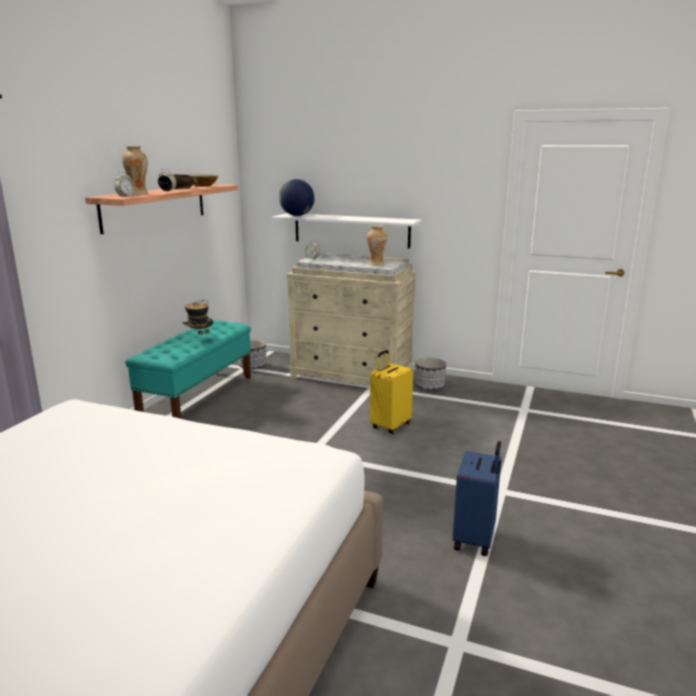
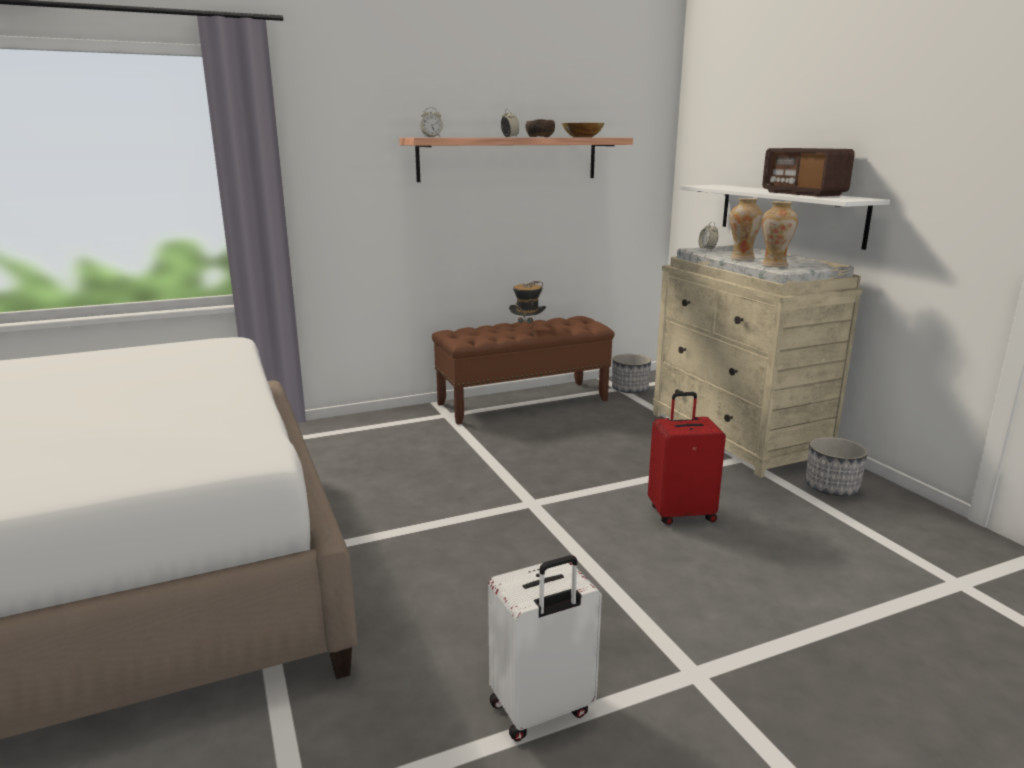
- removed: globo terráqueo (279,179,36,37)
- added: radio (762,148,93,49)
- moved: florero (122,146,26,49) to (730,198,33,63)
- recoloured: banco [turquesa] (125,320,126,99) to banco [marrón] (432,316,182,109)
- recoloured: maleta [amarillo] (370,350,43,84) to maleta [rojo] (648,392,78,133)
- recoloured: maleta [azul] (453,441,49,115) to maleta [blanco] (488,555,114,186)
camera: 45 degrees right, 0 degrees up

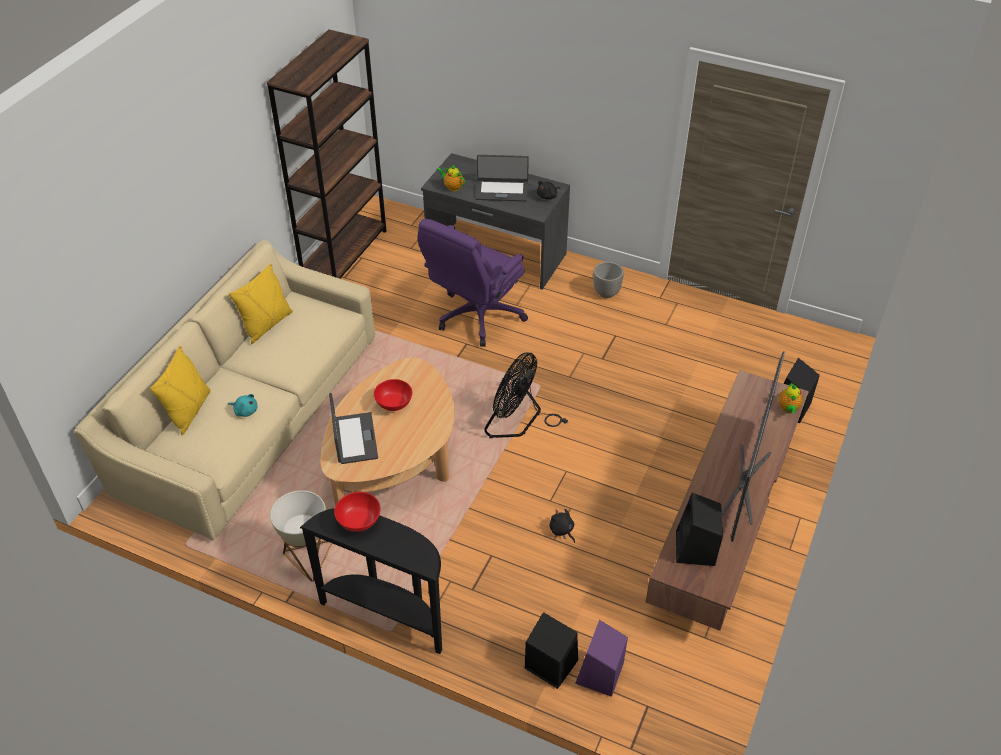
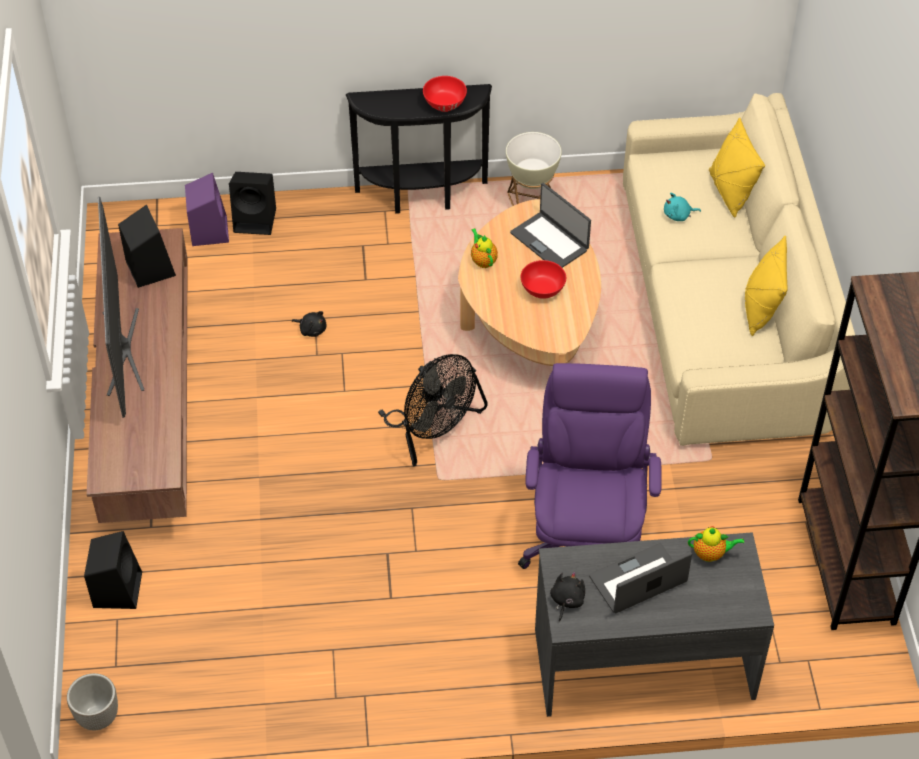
- moved: maceta (593,262,31,36) to (67,673,51,57)
- moved: tetera (779,382,24,32) to (471,228,27,40)
- turned: ventilador [negro] (484,353,84,85) = (378,354,110,112) 45 degrees clockwise
camera: 150 degrees right, 5 degrees up

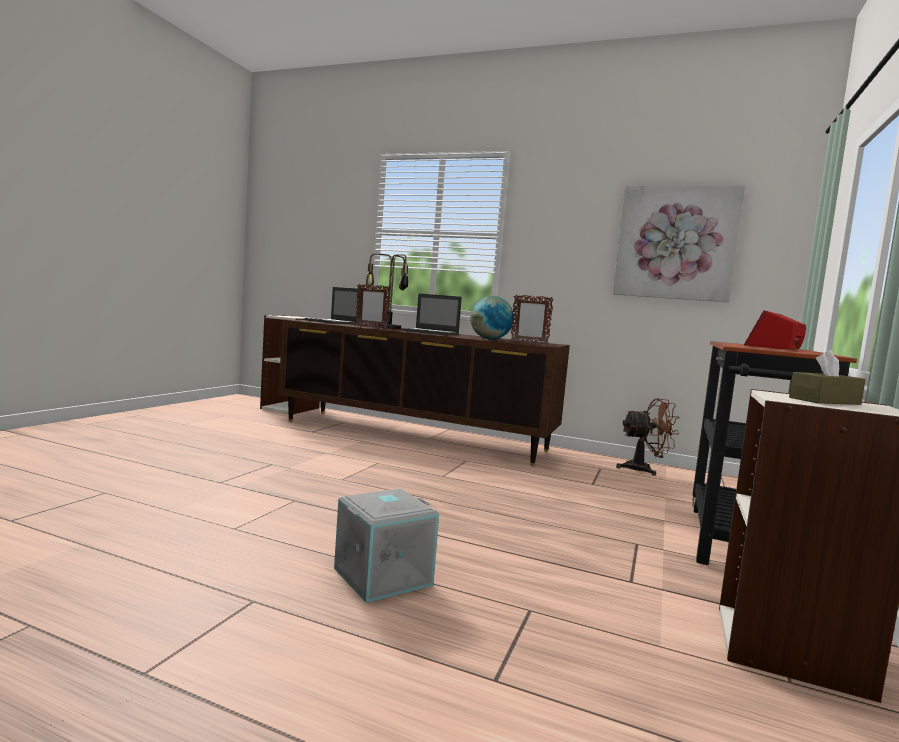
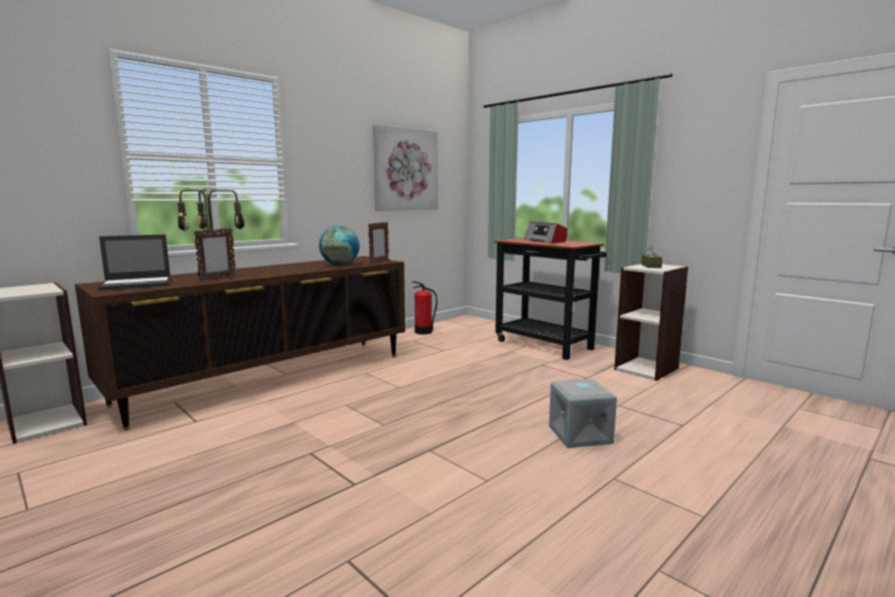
- removed: portátil (402,293,60,42)
- replaced: ventilador [marrón] (616,398,64,78) to extintor (412,281,25,54)
camera: 65 degrees left, 5 degrees up

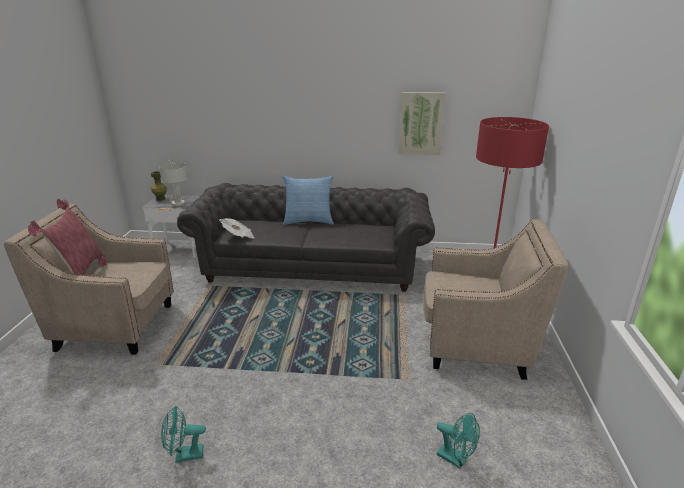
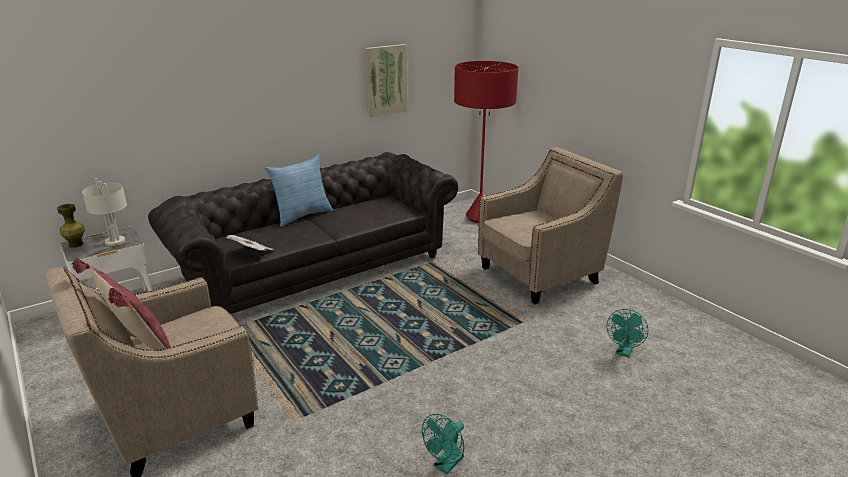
- turned: ventilador [turquesa] (437,413,43,56) = (607,309,41,48) 120 degrees clockwise
camera: 40 degrees left, 0 degrees up

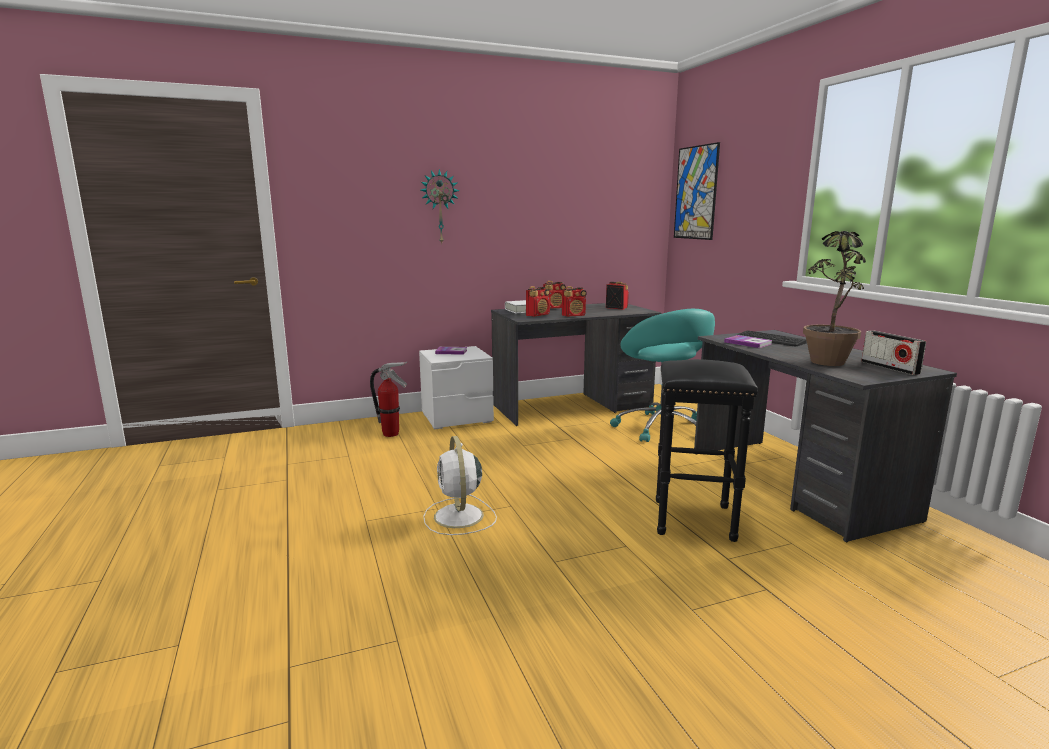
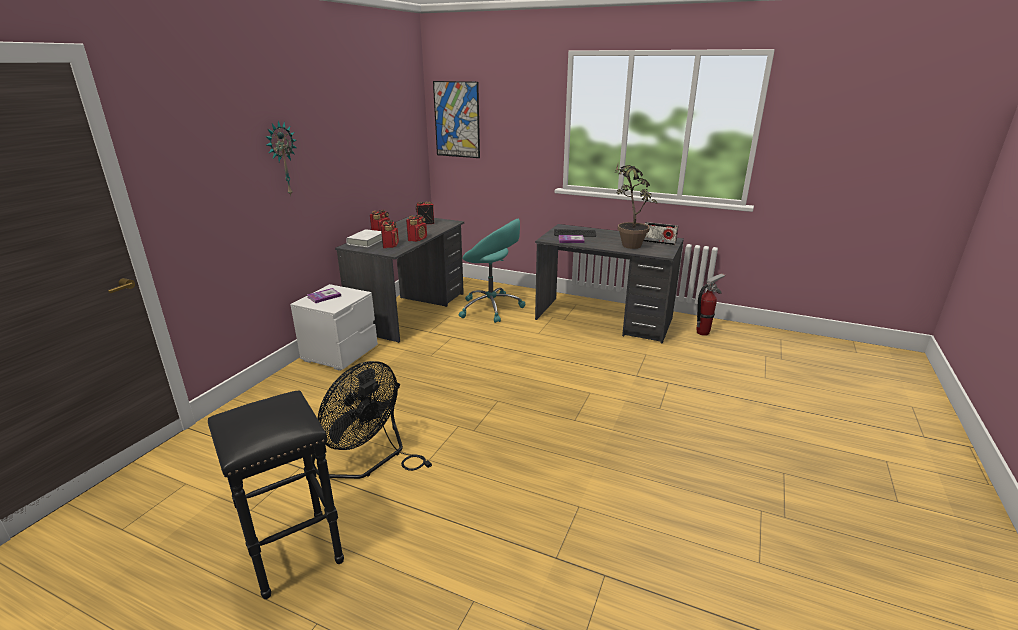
- removed: ventilador [blanco] (423,436,74,99)
- added: ventilador [negro] (312,361,120,118)
- moved: extintor (370,362,37,75) to (696,273,29,63)
- moved: taburete [negro] (656,359,102,183) to (208,391,136,208)
camera: 45 degrees left, 10 degrees up

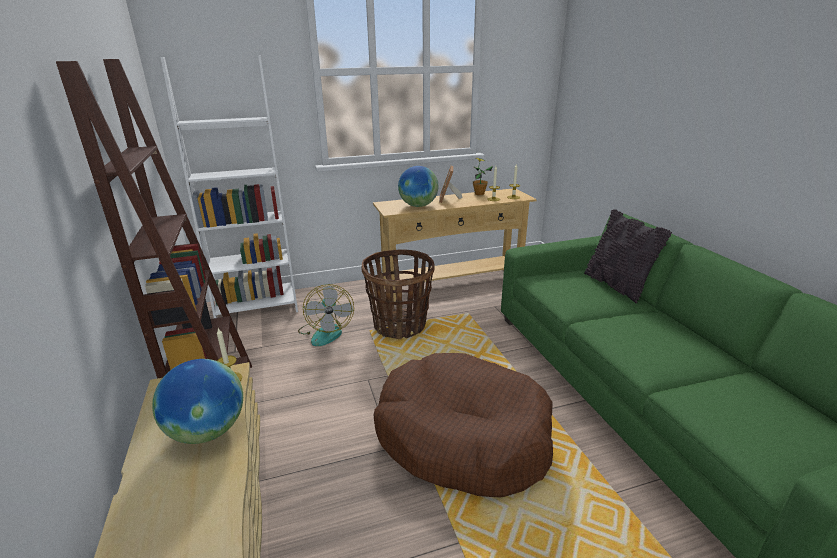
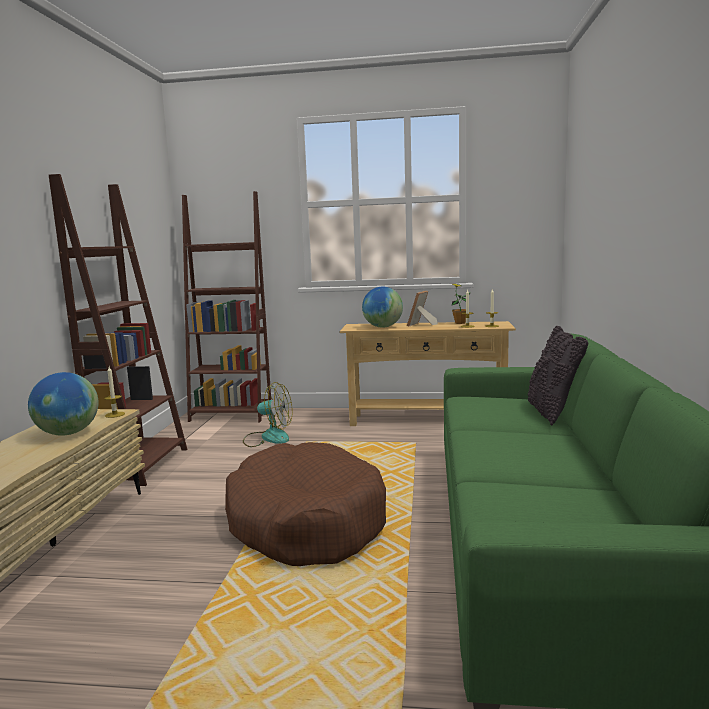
- removed: cesta (361,250,73,89)
- recoloured: estantería [blanco] (160,56,138,262) to estantería [marrón] (182,191,89,231)
- turned: ventilador (298,284,56,62) = (243,382,50,65) 90 degrees counterclockwise
camera: 25 degrees right, 15 degrees down

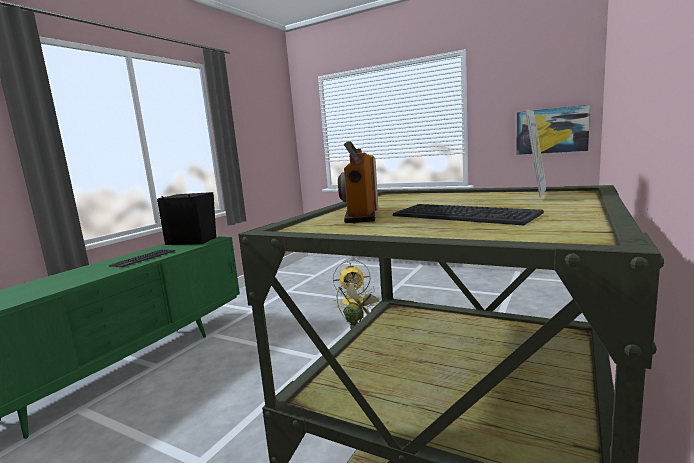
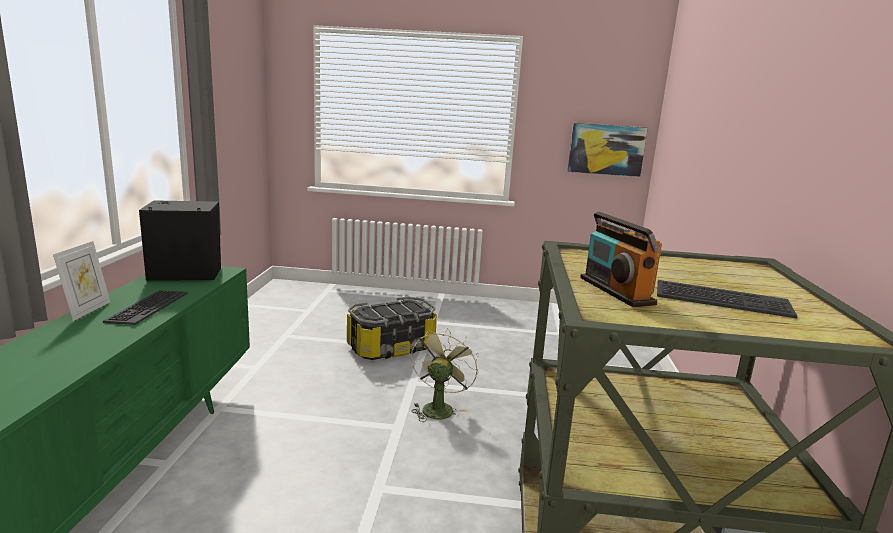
- moved: portarretratos (525,109,21,89) to (53,241,57,80)
- replaced: ventilador [amarillo] (333,260,37,48) to caja de almacenaje (347,296,90,64)
camera: 25 degrees left, 5 degrees up

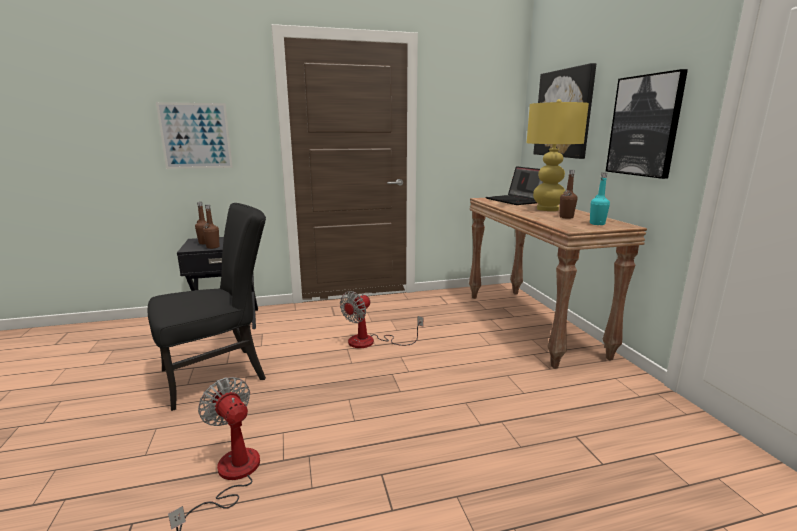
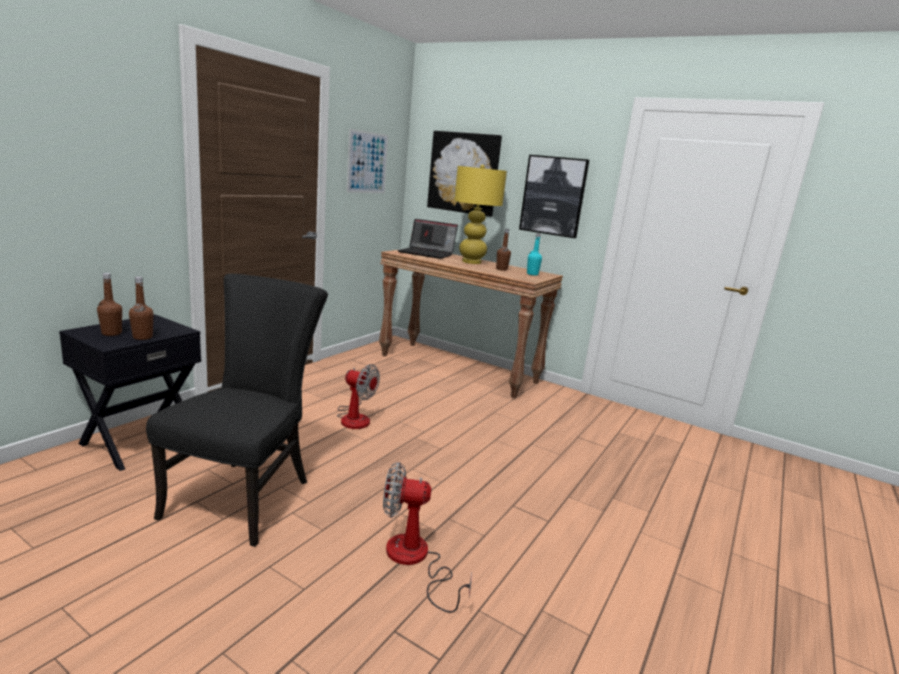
- moved: cuadro (156,102,77,67) to (346,129,42,64)
- turned: ventilador (340,291,83,57) = (337,364,43,65) 60 degrees counterclockwise
camera: 45 degrees left, 0 degrees up

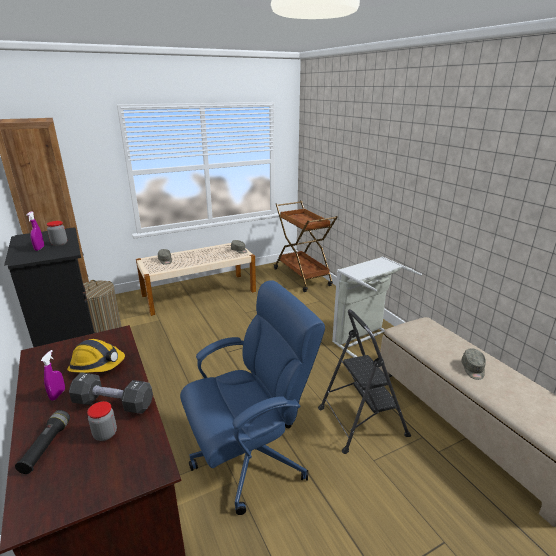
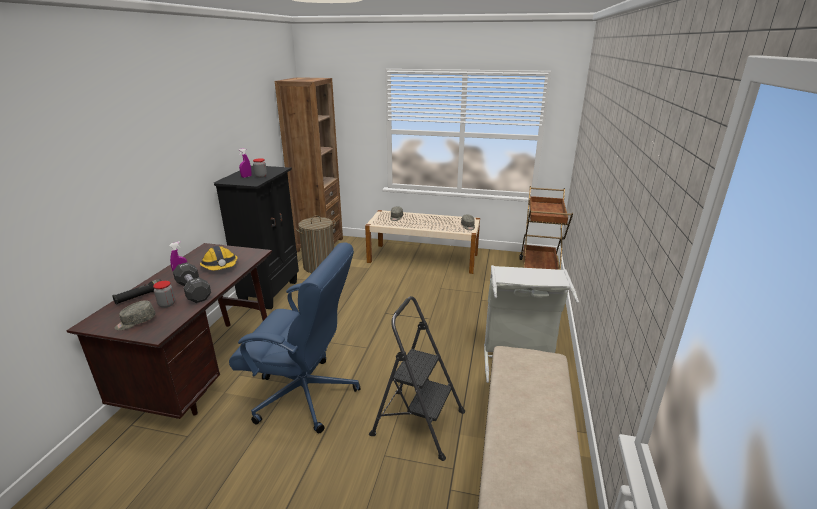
- moved: gorra [gris] (461,348,25,32) to (114,300,42,30)
camera: 40 degrees right, 0 degrees up

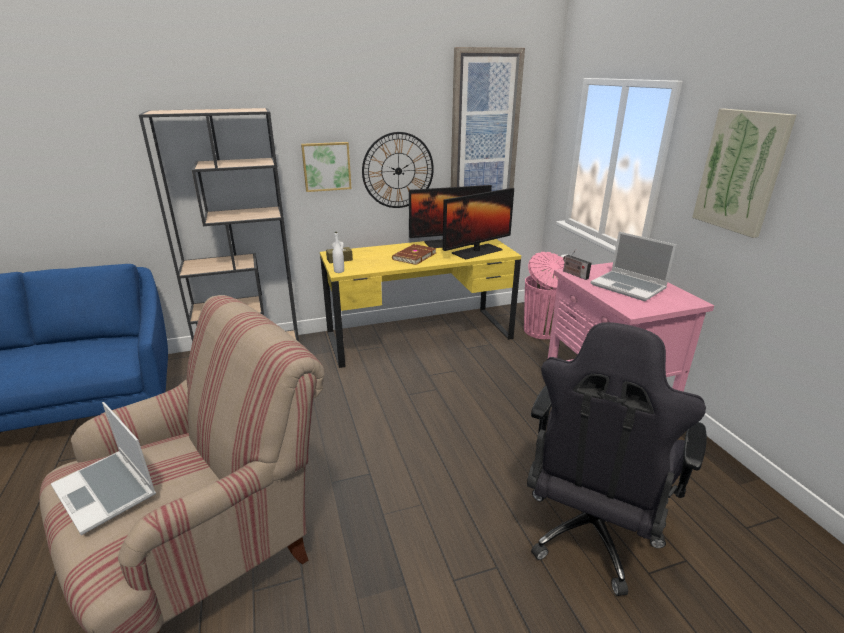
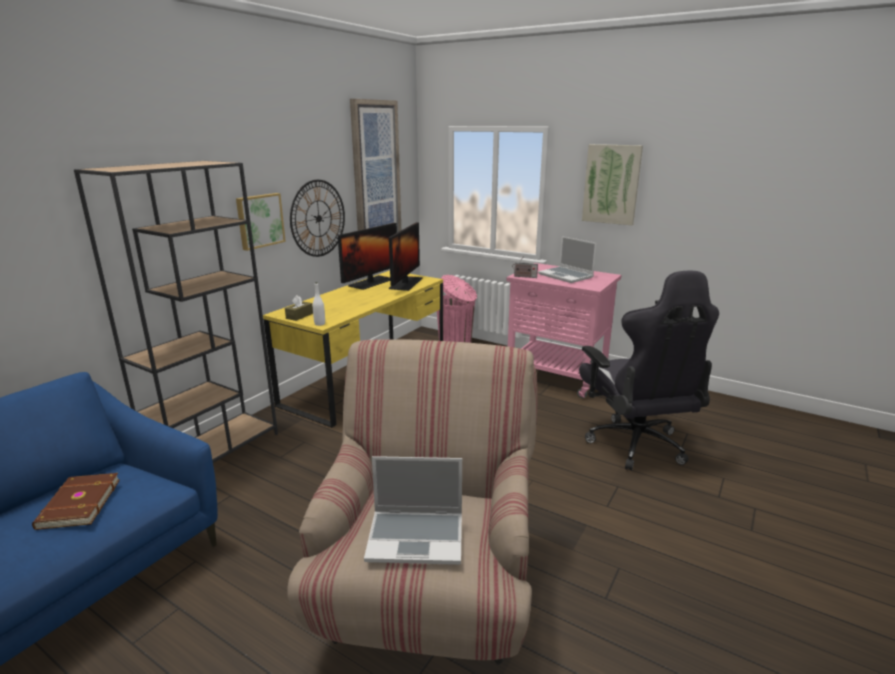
- moved: libro [marrón] (392,244,45,21) to (32,473,88,57)
- turned: portátil (591,232,85,69) = (538,236,59,47) 45 degrees clockwise
camera: 40 degrees left, 5 degrees down

